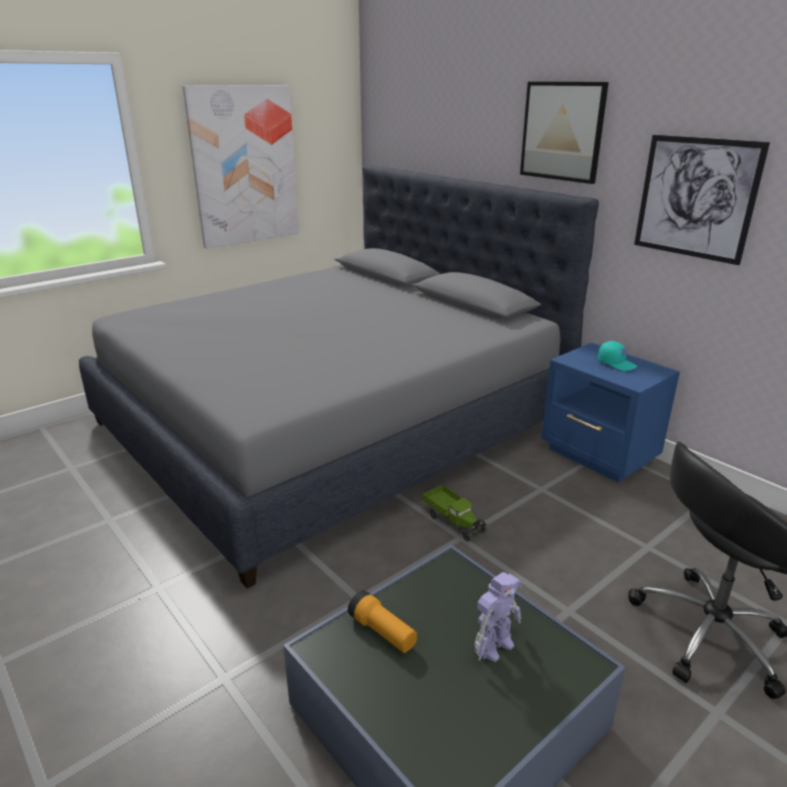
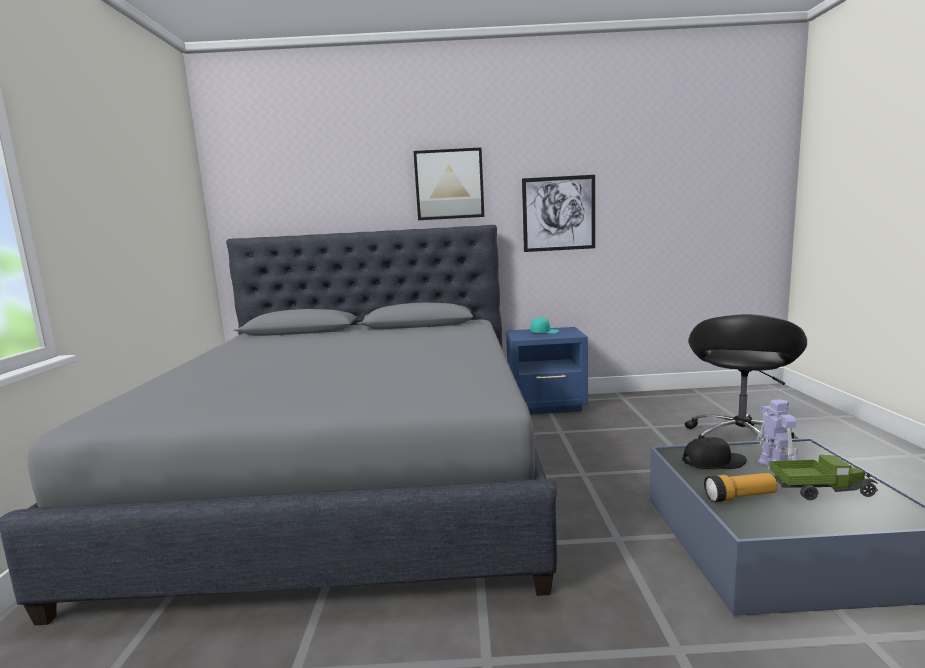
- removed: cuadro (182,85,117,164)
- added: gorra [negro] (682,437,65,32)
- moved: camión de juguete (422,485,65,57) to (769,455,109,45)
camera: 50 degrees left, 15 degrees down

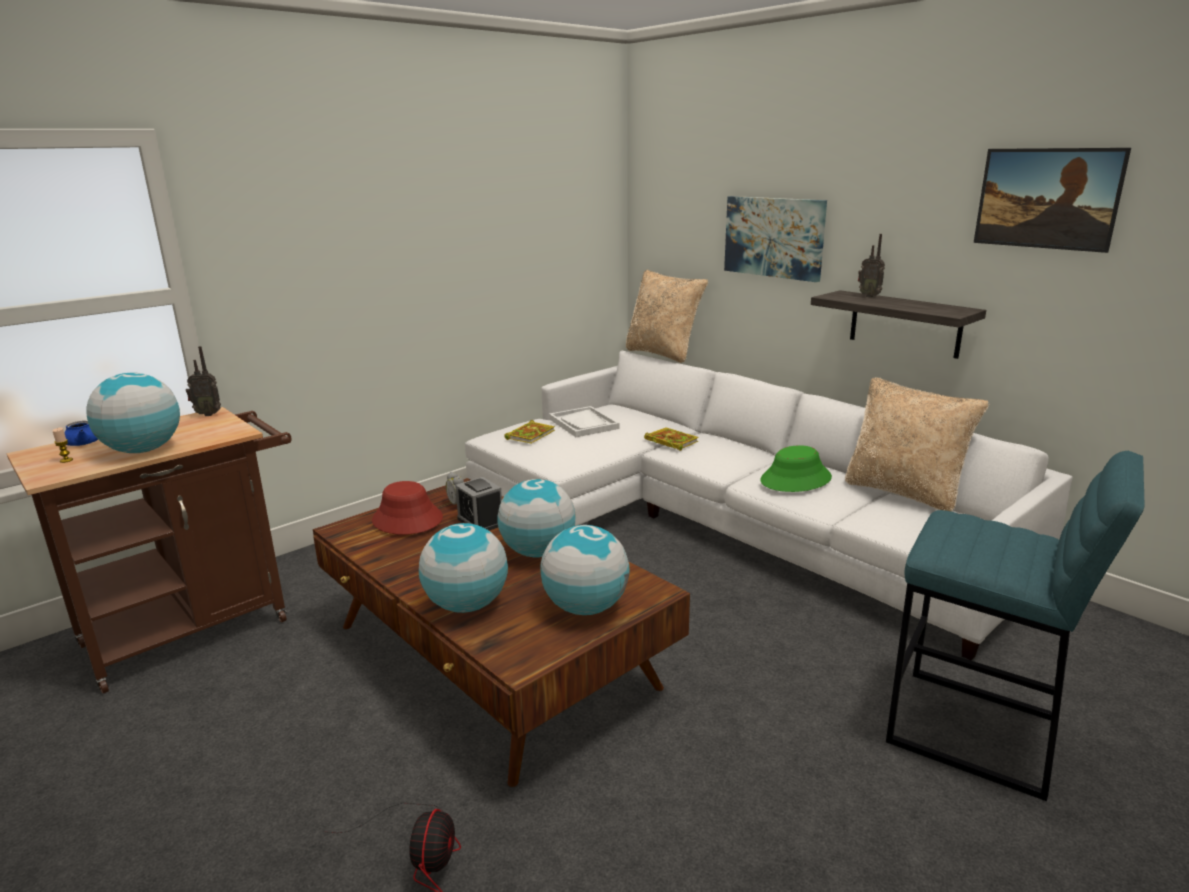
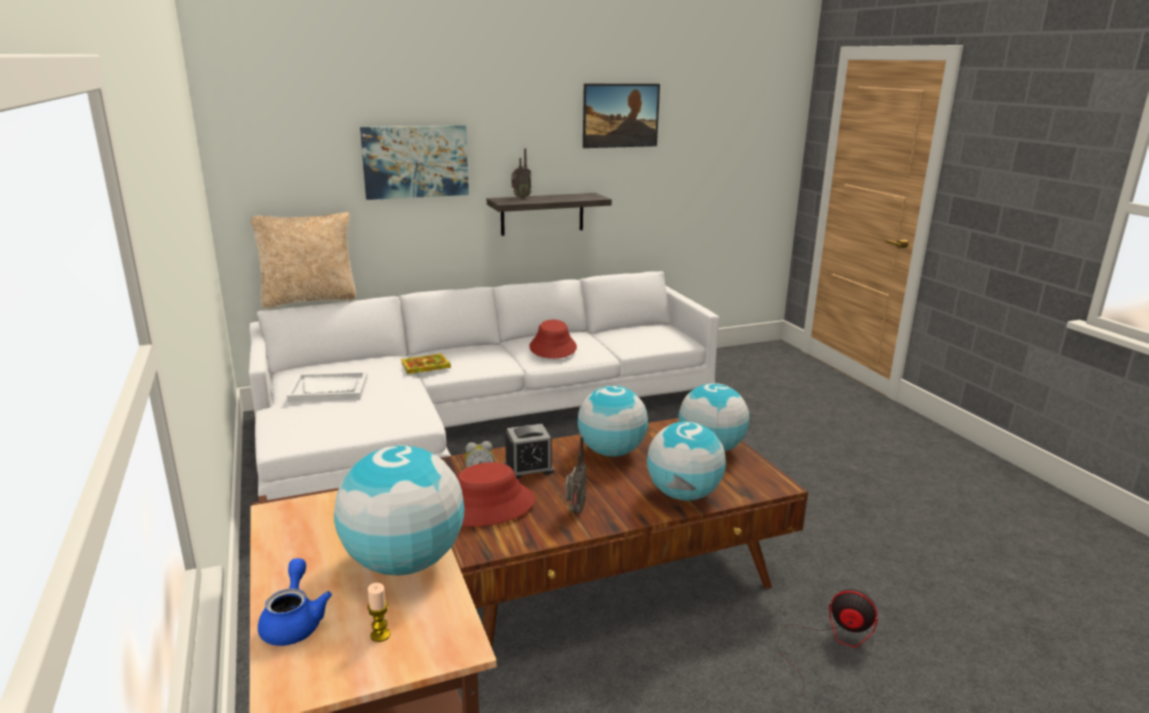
- removed: libro (504,420,51,24)
- removed: cojín [beis] (845,377,144,134)
- removed: taburete [turquesa] (886,450,258,351)
- moved: radio (186,346,35,70) to (565,436,22,78)
- recoloured: sombrero [verde] (760,445,72,47) to sombrero [rojo] (529,320,48,39)
camera: 70 degrees left, 0 degrees up

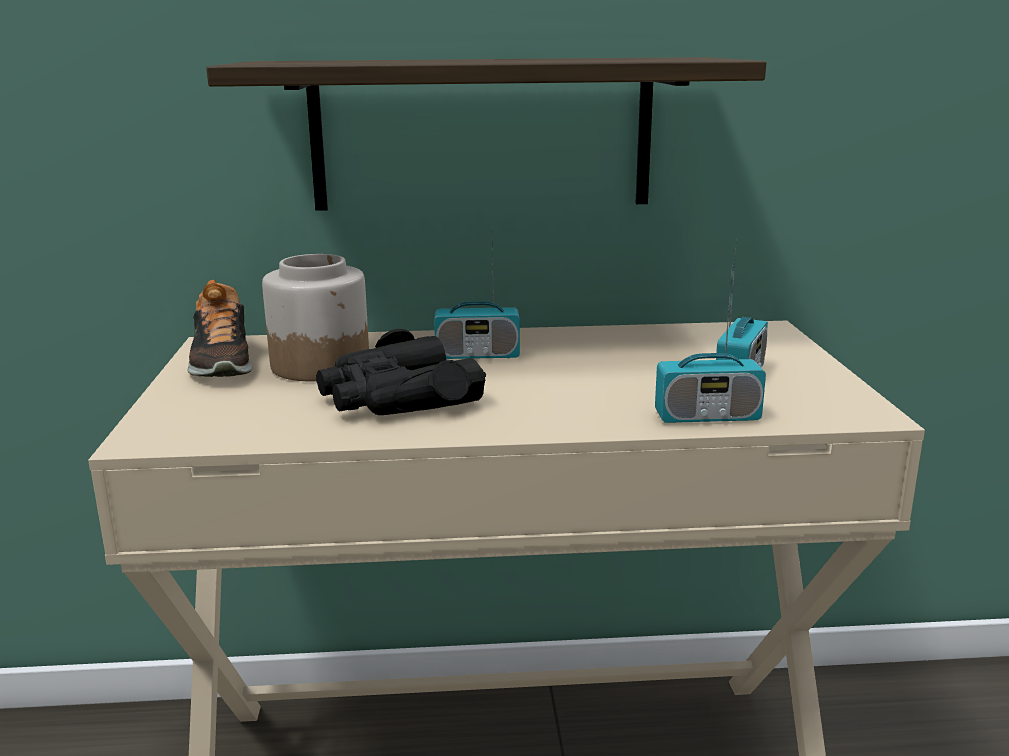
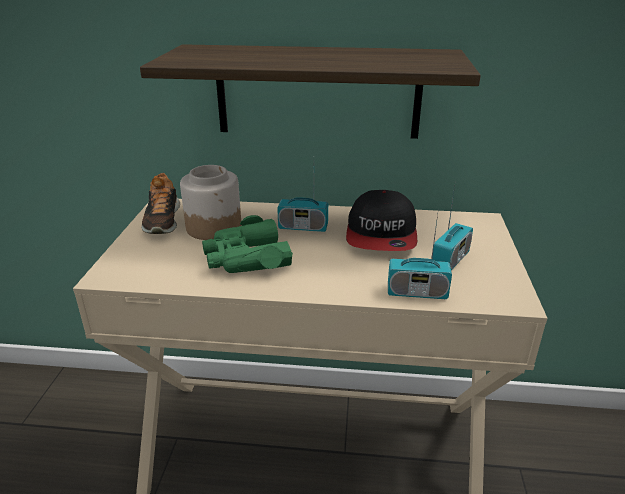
- added: gorra (346,190,71,61)
- recoloured: prismáticos [negro] (316,329,170,86) to prismáticos [verde] (202,215,91,58)
camera: 10 degrees right, 10 degrees up

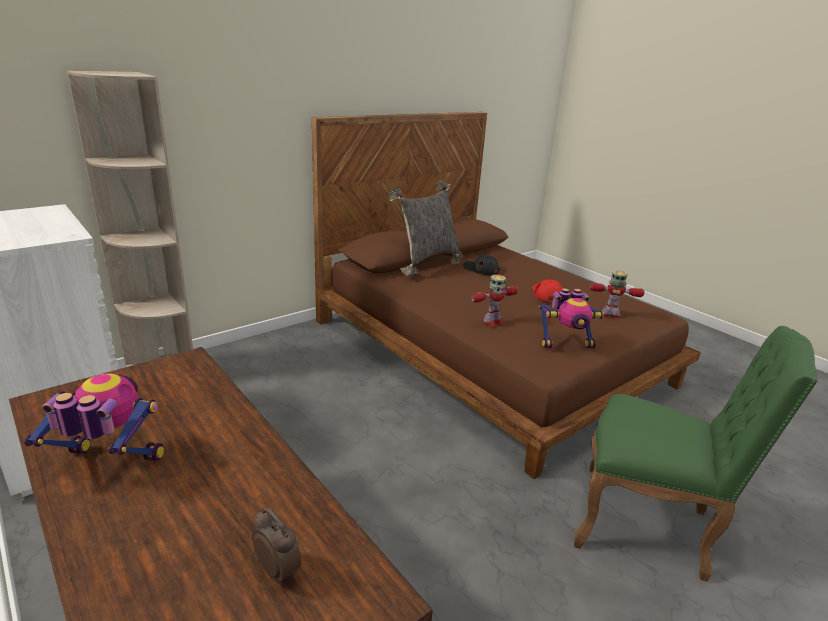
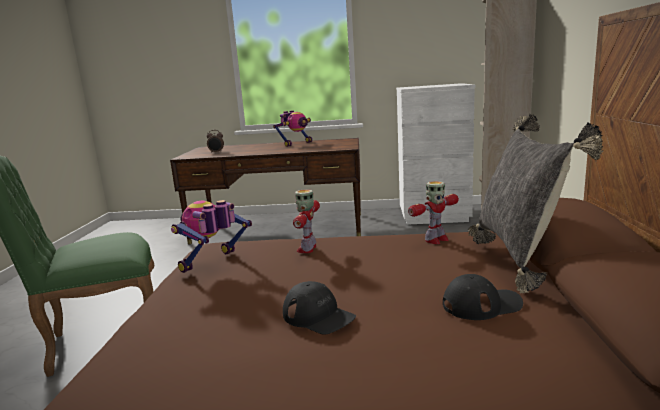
- moved: robot de juguete (590,271,54,47) to (408,181,51,63)
- recoloured: gorra [rojo] (533,279,30,23) to gorra [negro] (283,281,73,53)
camera: 135 degrees right, 10 degrees down

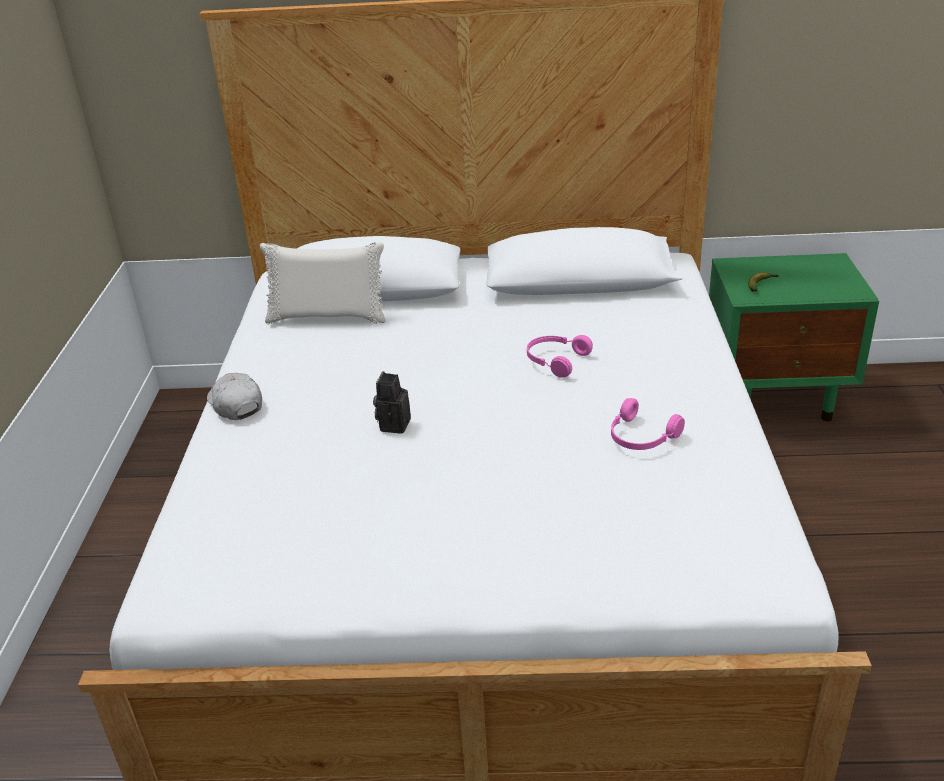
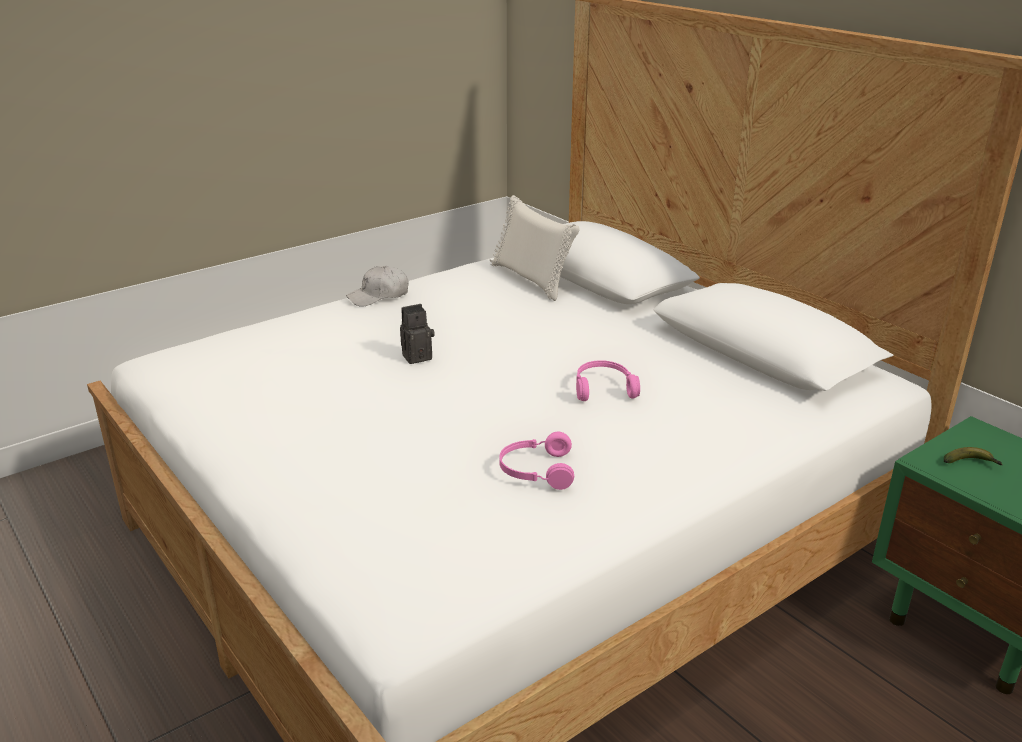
- turned: gorra [blanco] (207,373,55,47) = (346,266,63,41) 135 degrees counterclockwise
camera: 50 degrees right, 5 degrees down

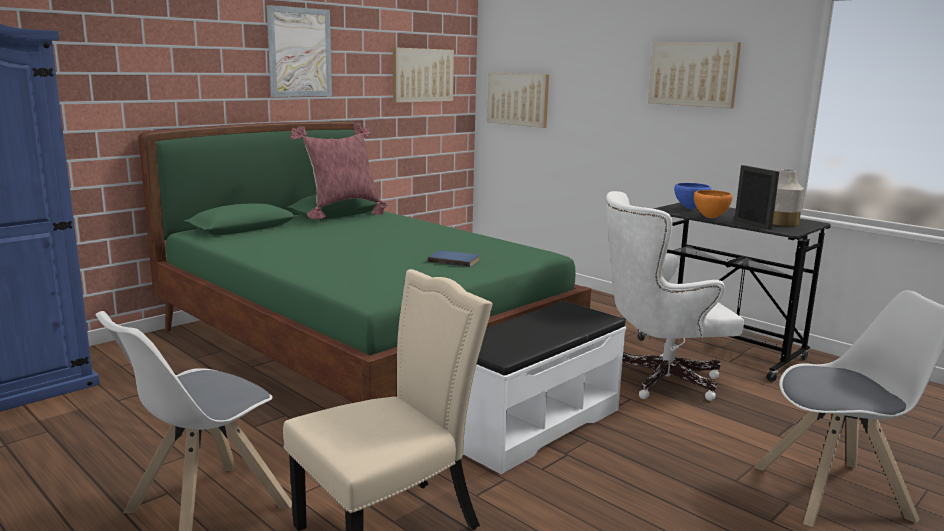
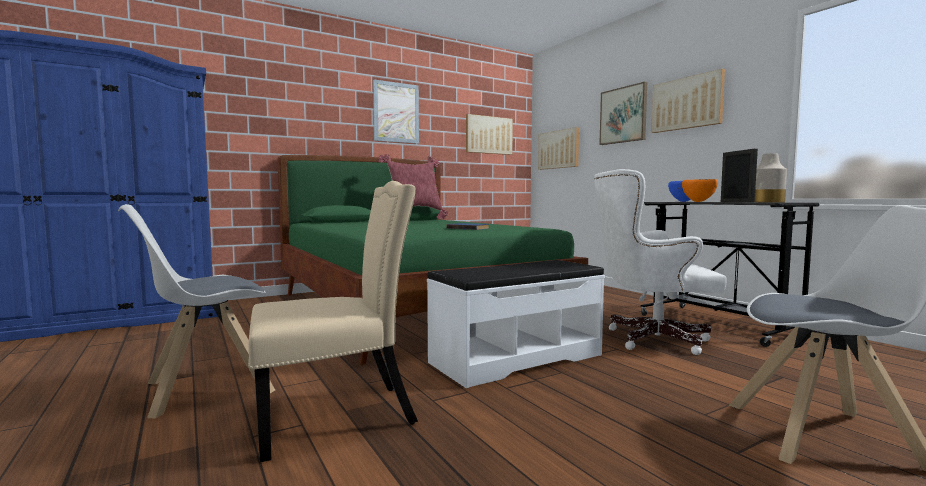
- added: cuadro (599,82,48,63)
camera: 15 degrees right, 10 degrees down

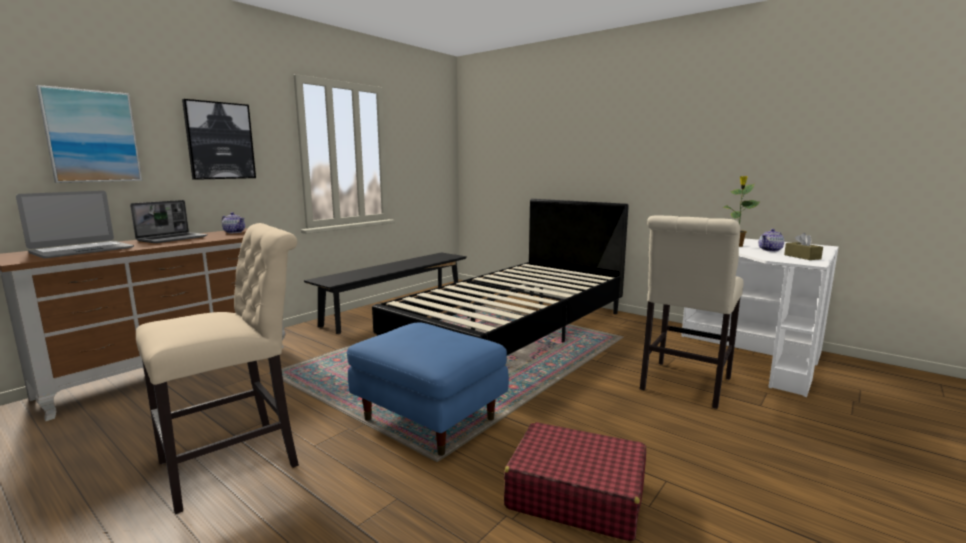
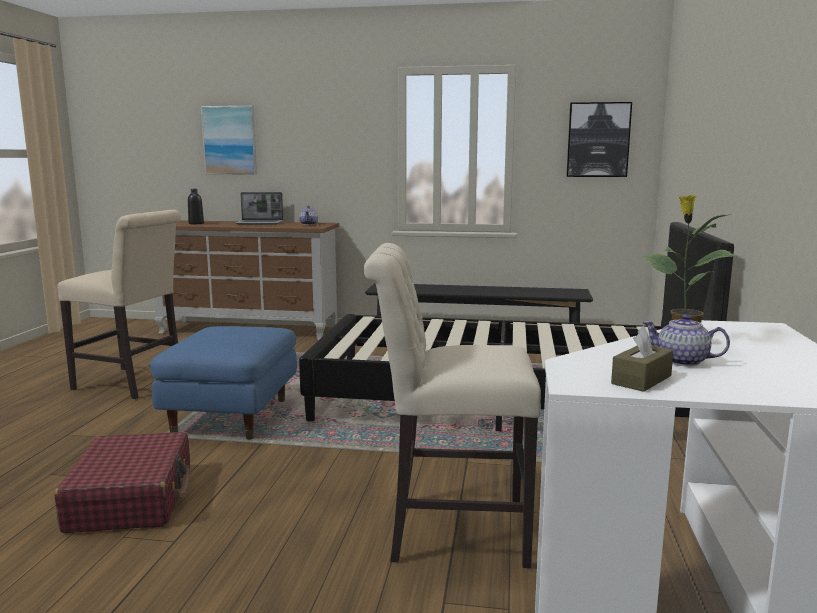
- moved: cuadro (182,99,74,81) to (566,102,66,75)
- replaced: portátil (16,191,118,67) to botella [negro] (188,189,16,35)
camera: 60 degrees right, 0 degrees up

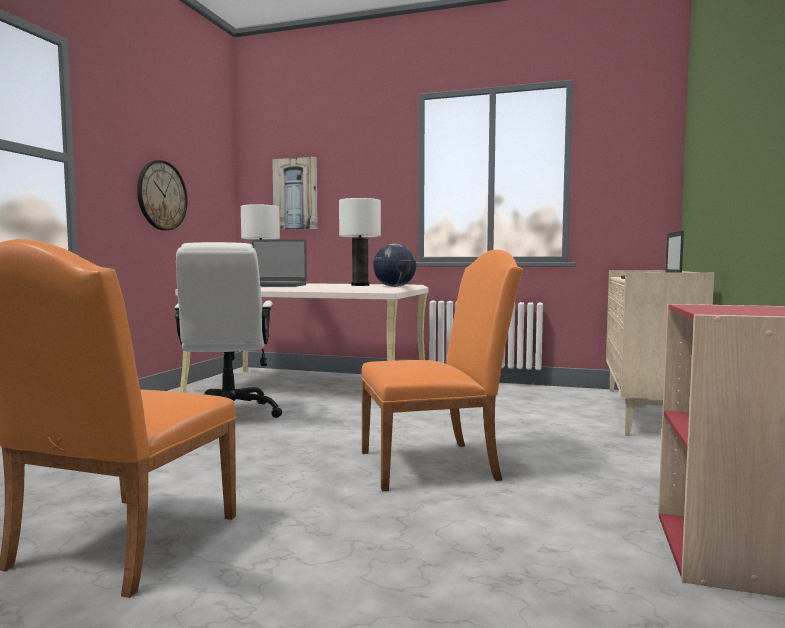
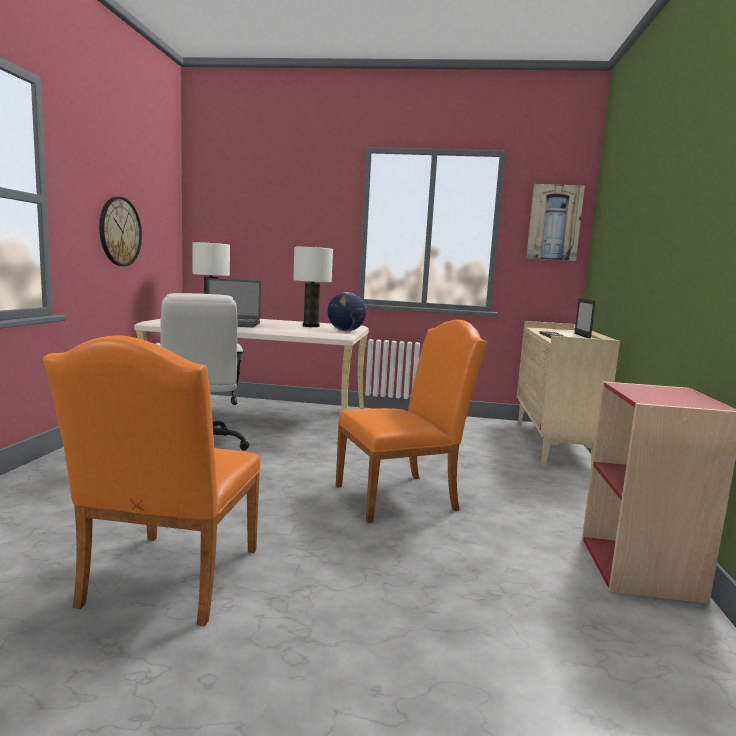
- moved: cuadro (272,157,46,73) to (526,184,59,77)
camera: 10 degrees left, 5 degrees up

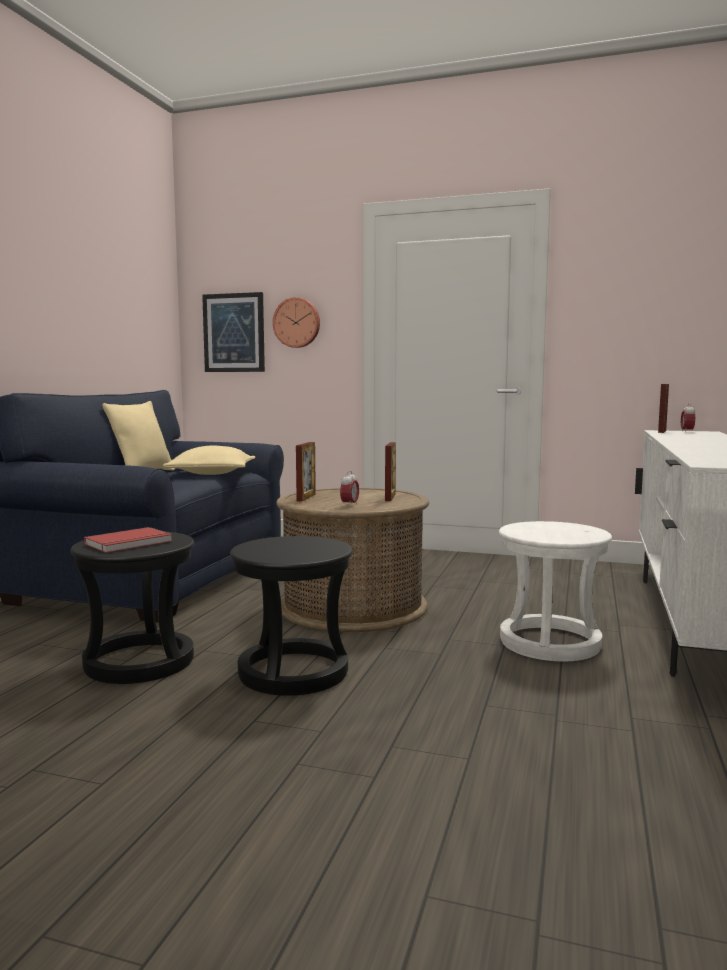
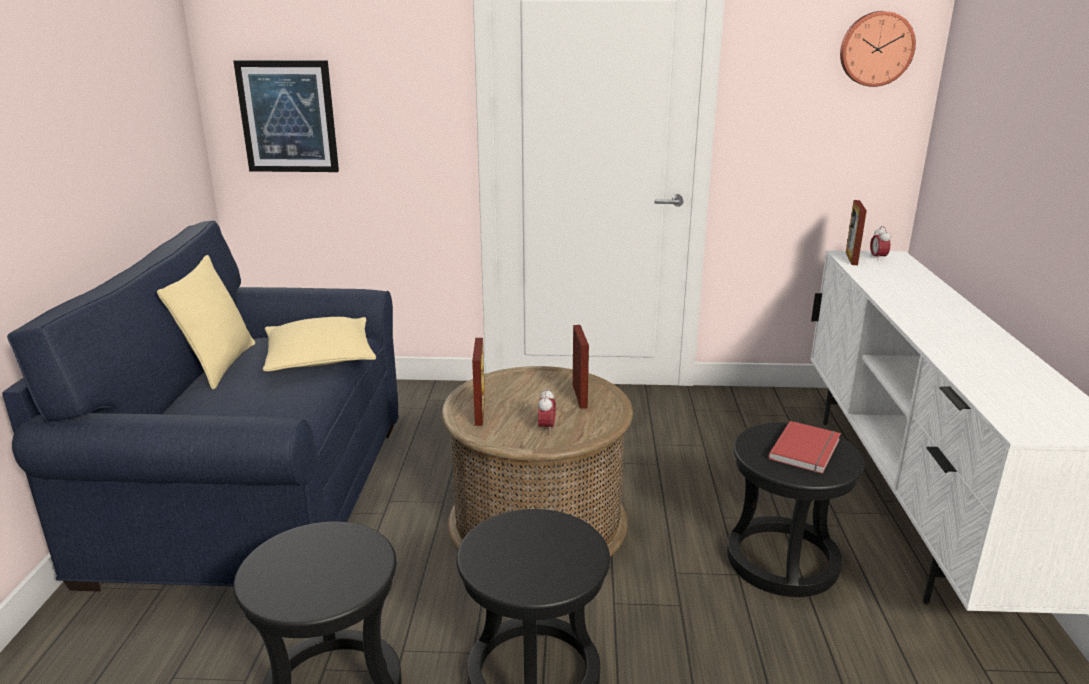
- moved: libro [rojo] (84,527,88,26) to (768,421,73,53)
- moved: reloj de pared (273,297,47,51) to (840,11,76,76)
- recoloured: taburete [blanco] (499,521,113,140) to taburete [negro] (727,422,138,175)
camera: 15 degrees left, 15 degrees up

